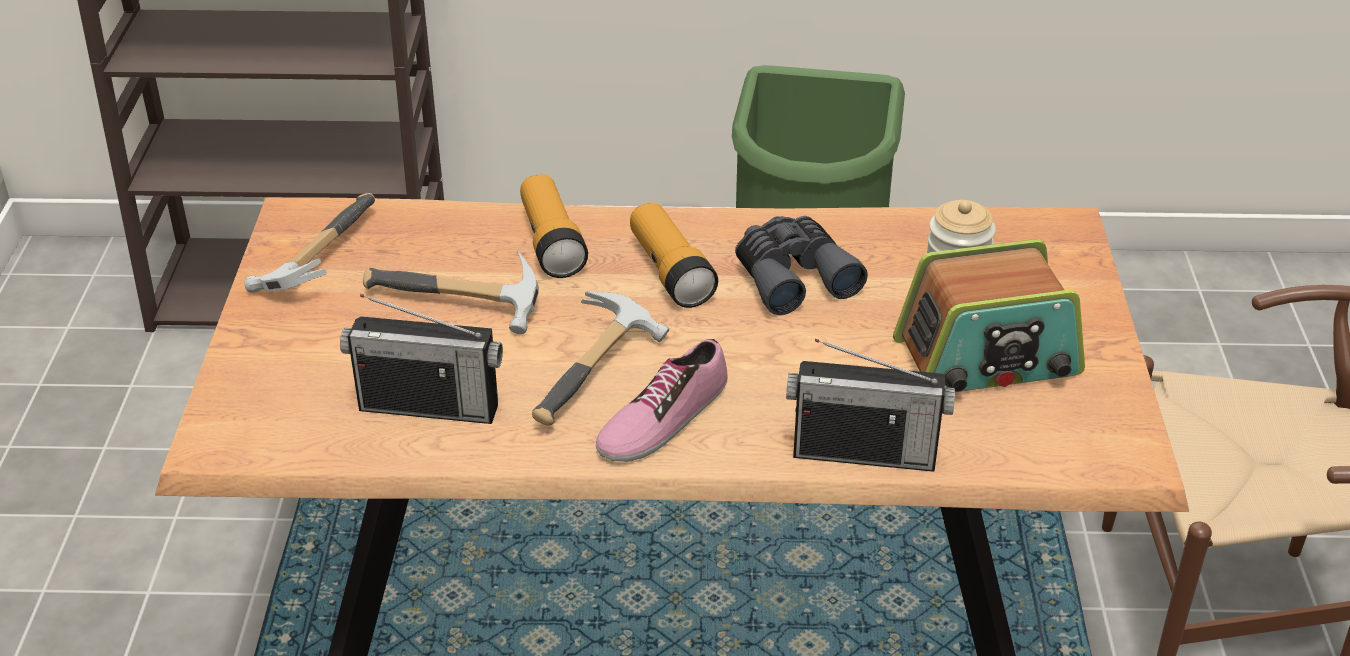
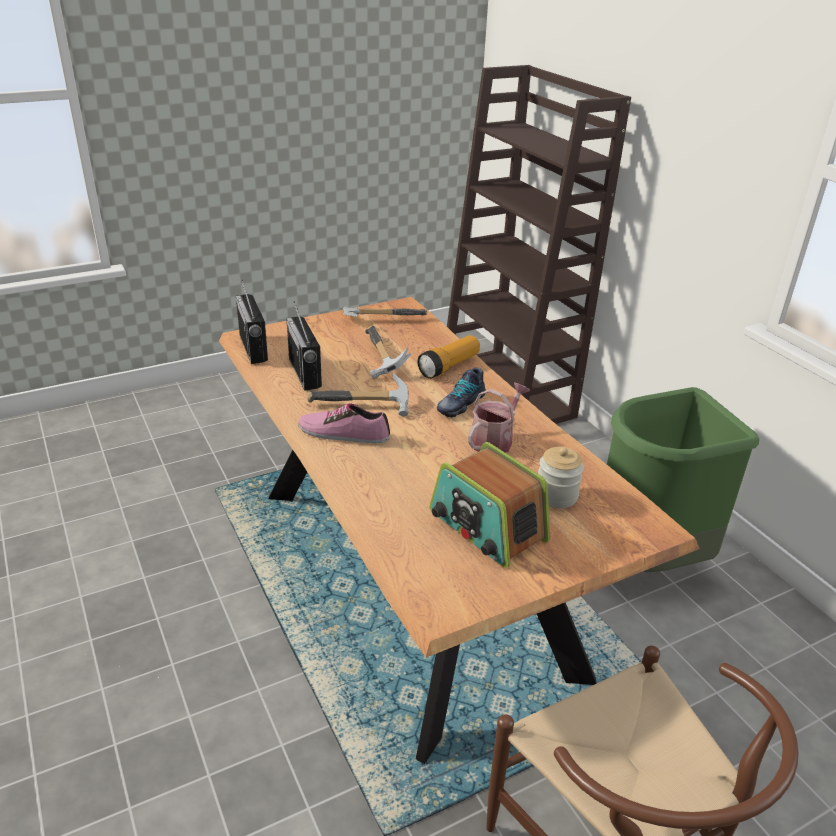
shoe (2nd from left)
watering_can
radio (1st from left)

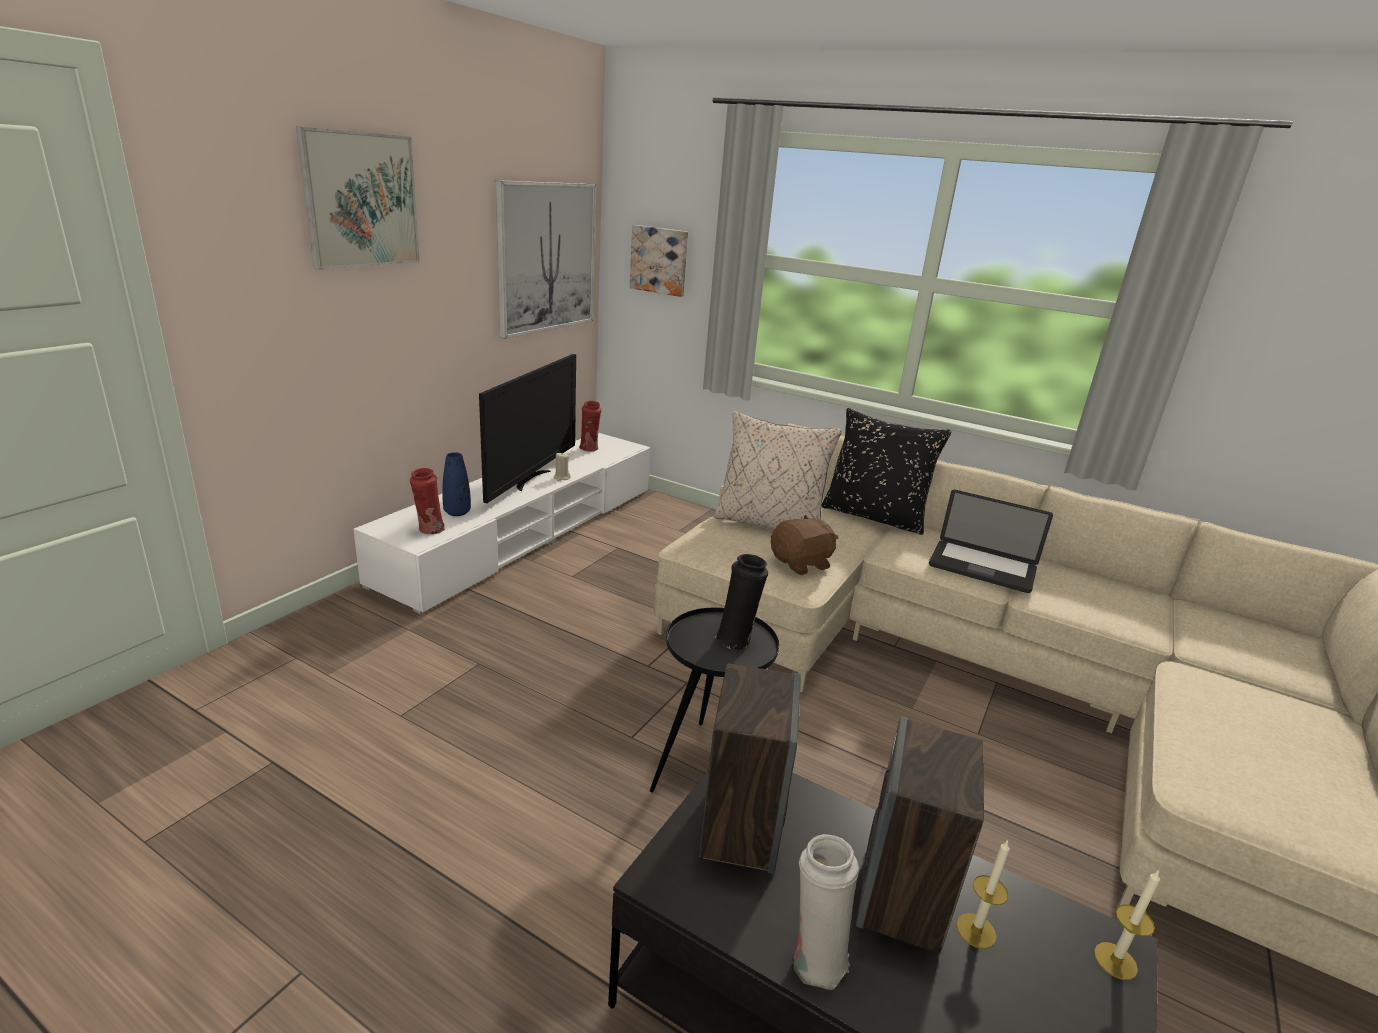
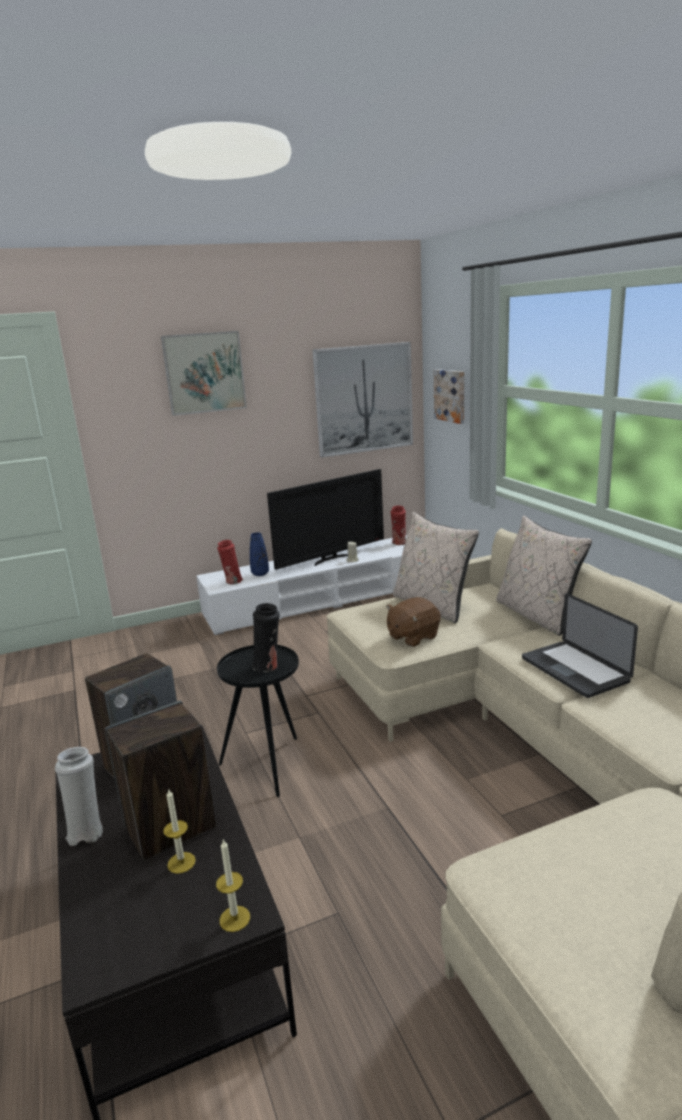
brown_plush_toy
beige_pillow (2nd from left)

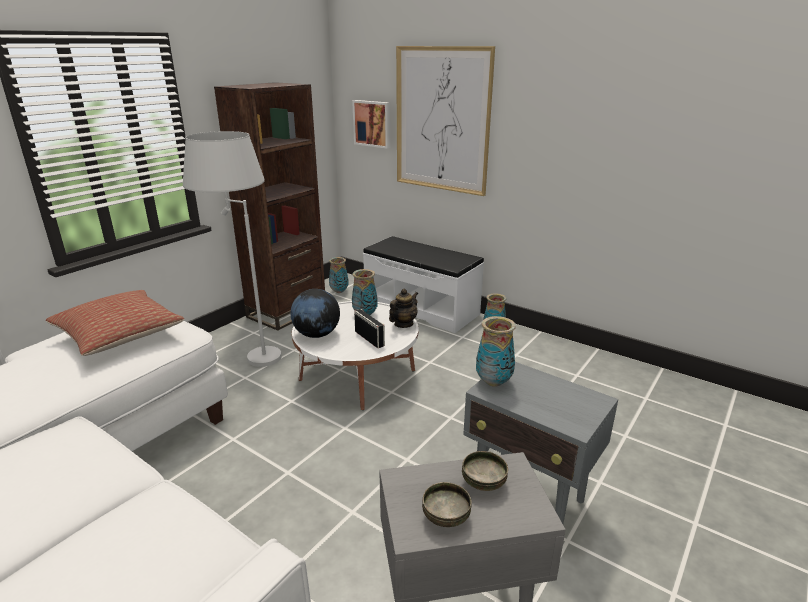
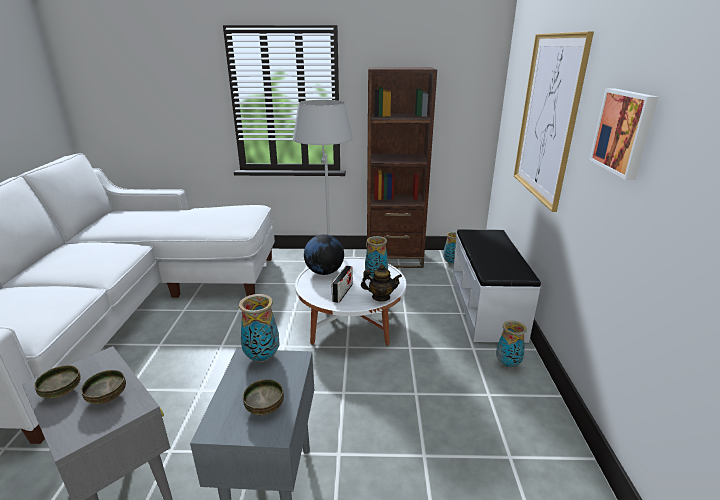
pillow
picture (2nd from left)
bowl (3rd from left)

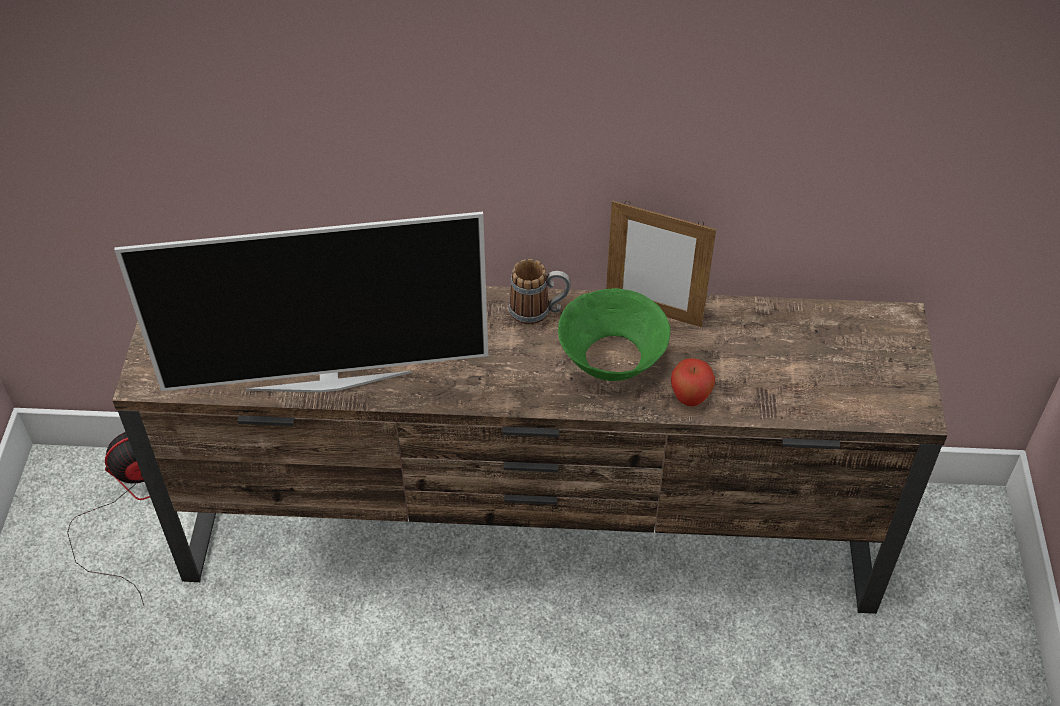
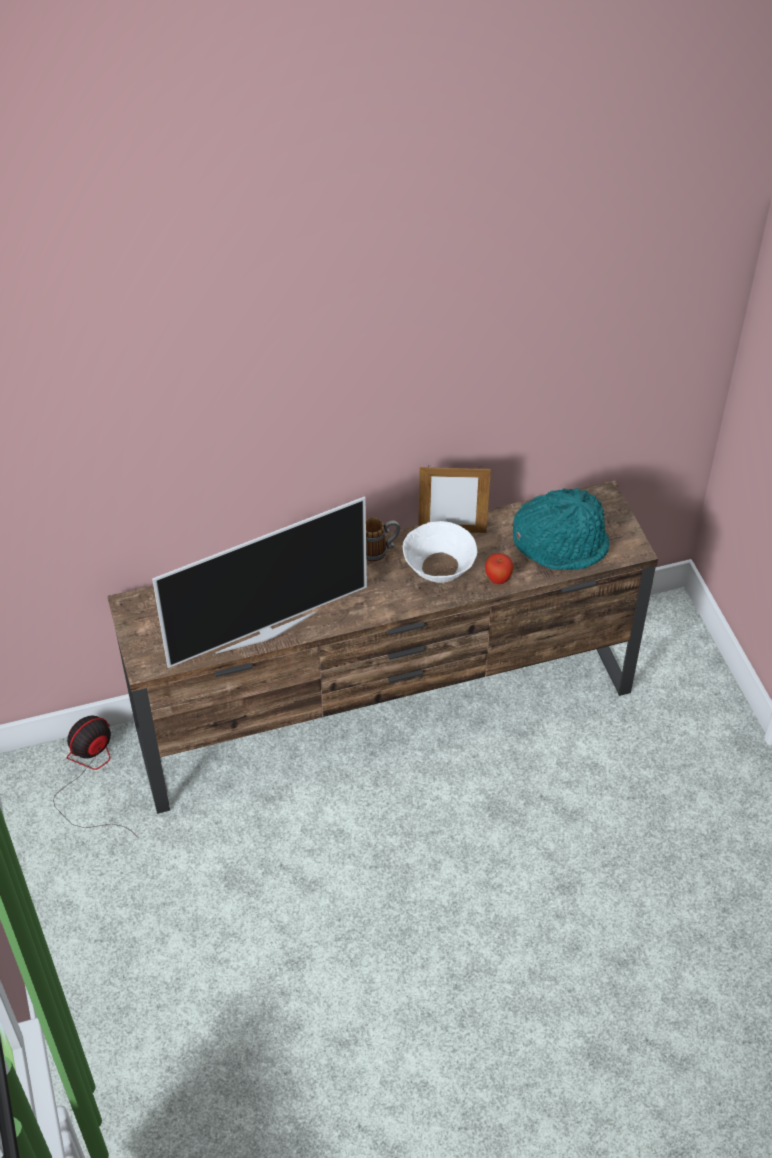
white_bowl
turquoise_hat

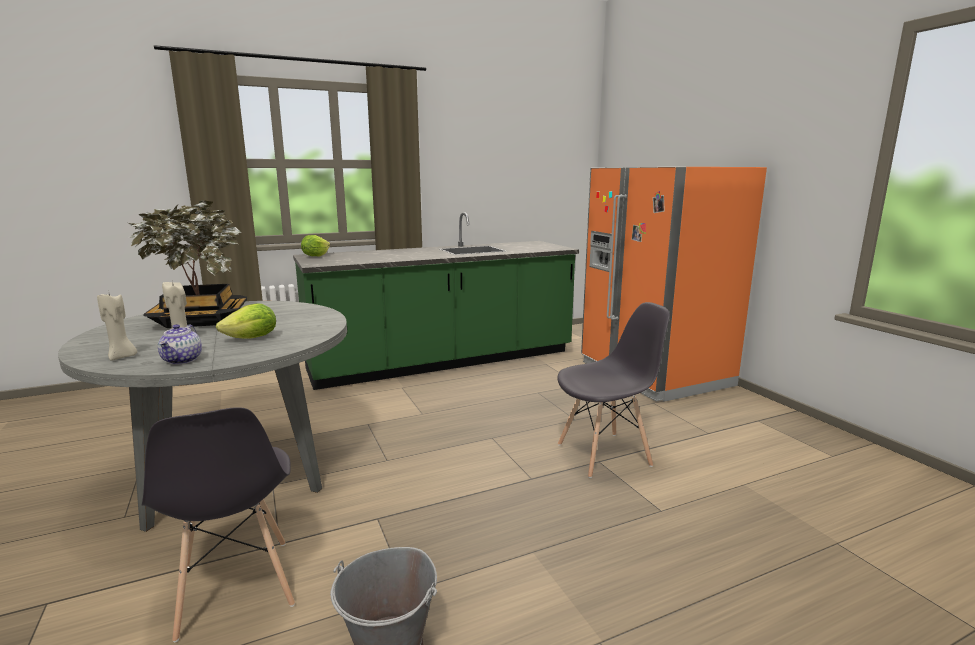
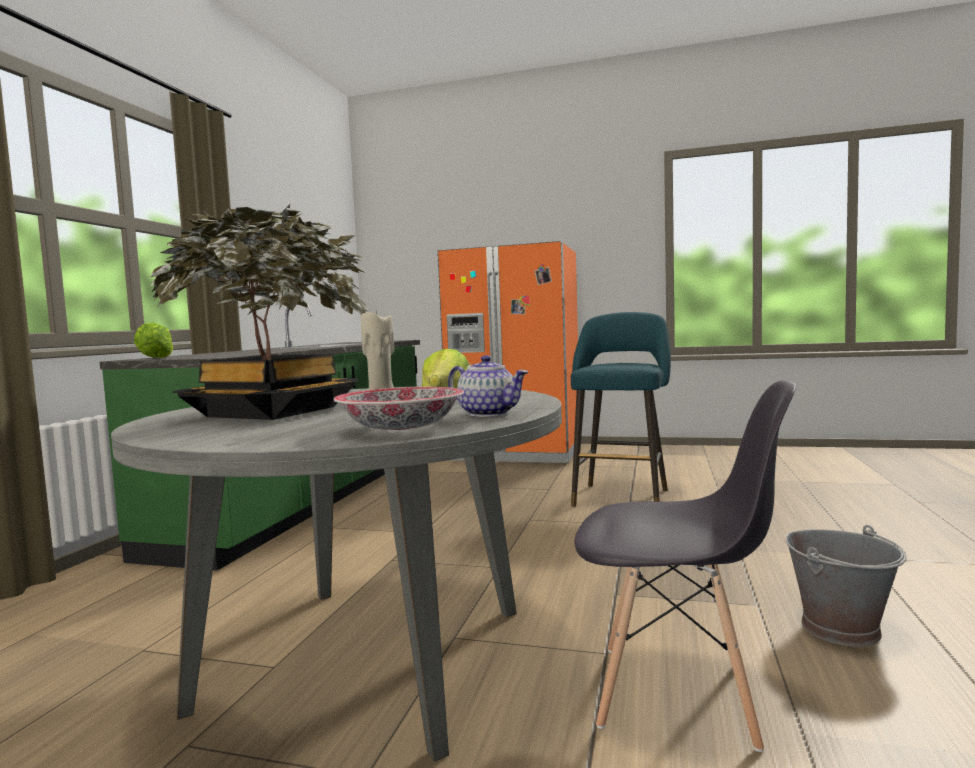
bowl
turquoise_stool

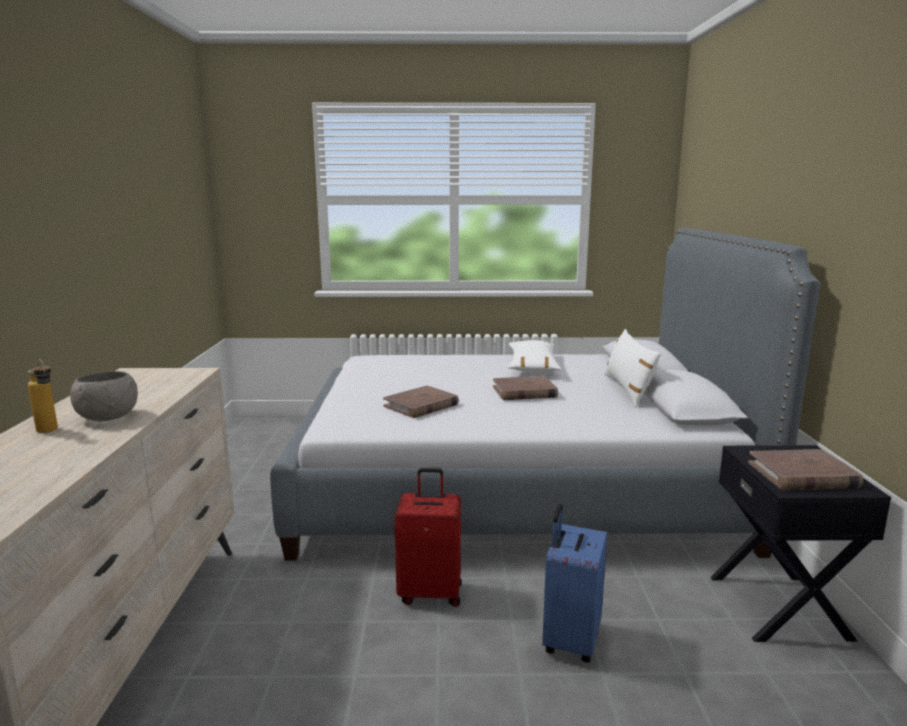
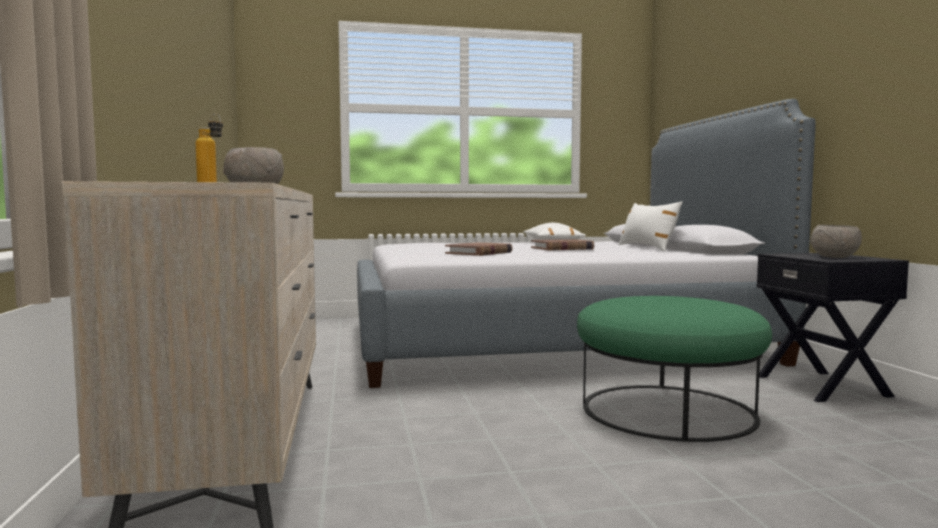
red_suitcase
green_ottoman
grey_bowl (2nd from left)

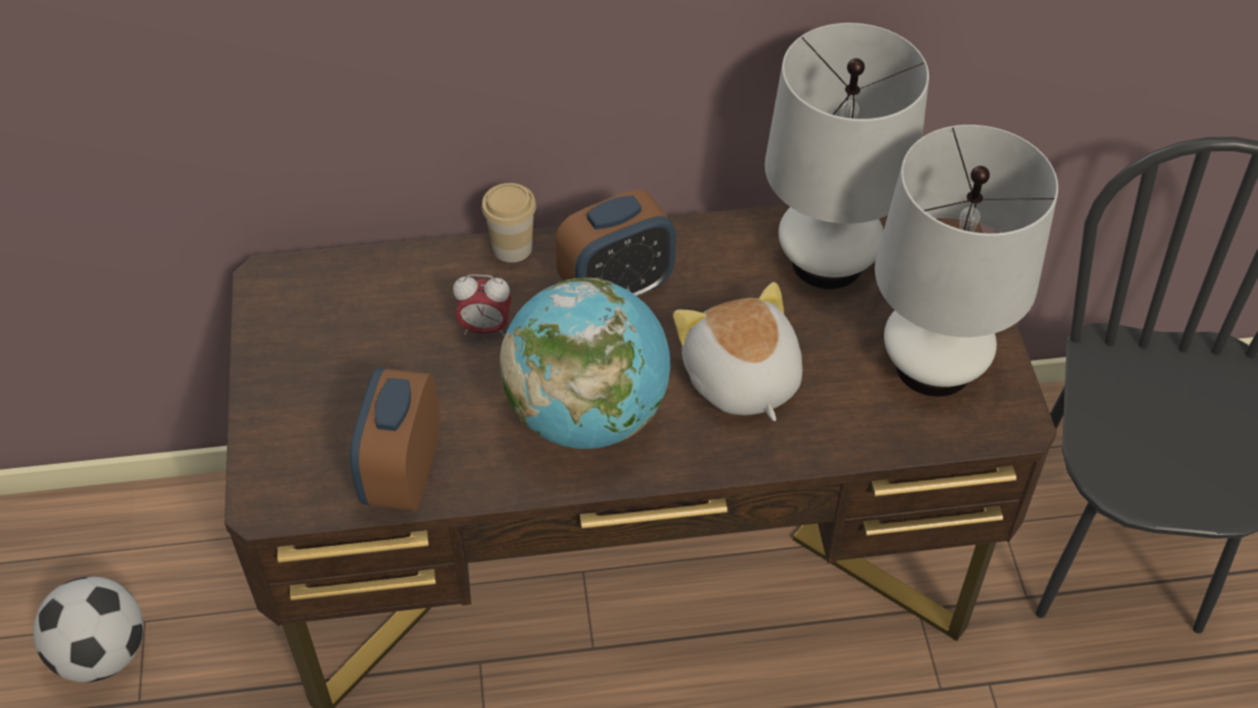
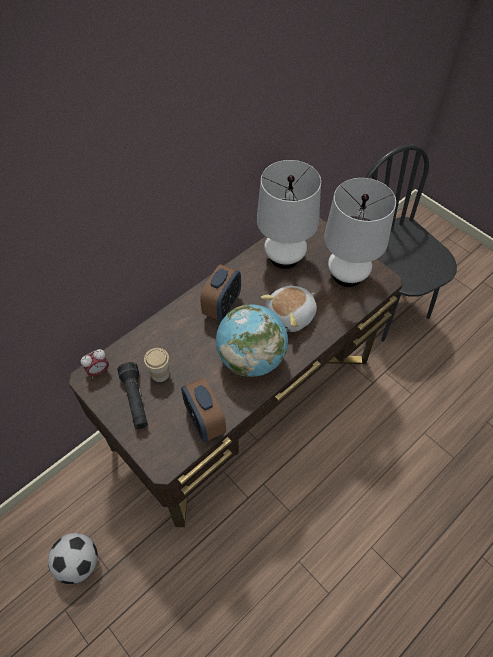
alarm_clock (1st from left)
cup
plush_toy
black_flashlight

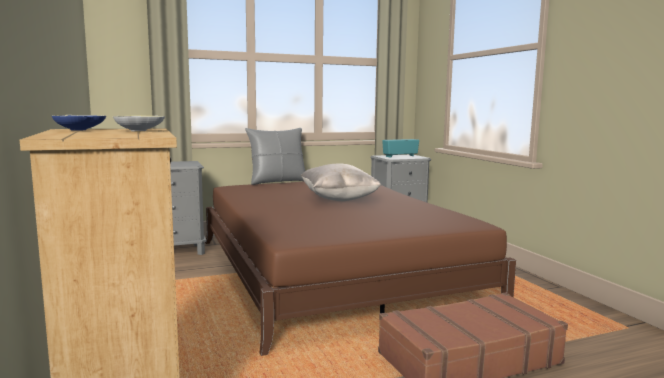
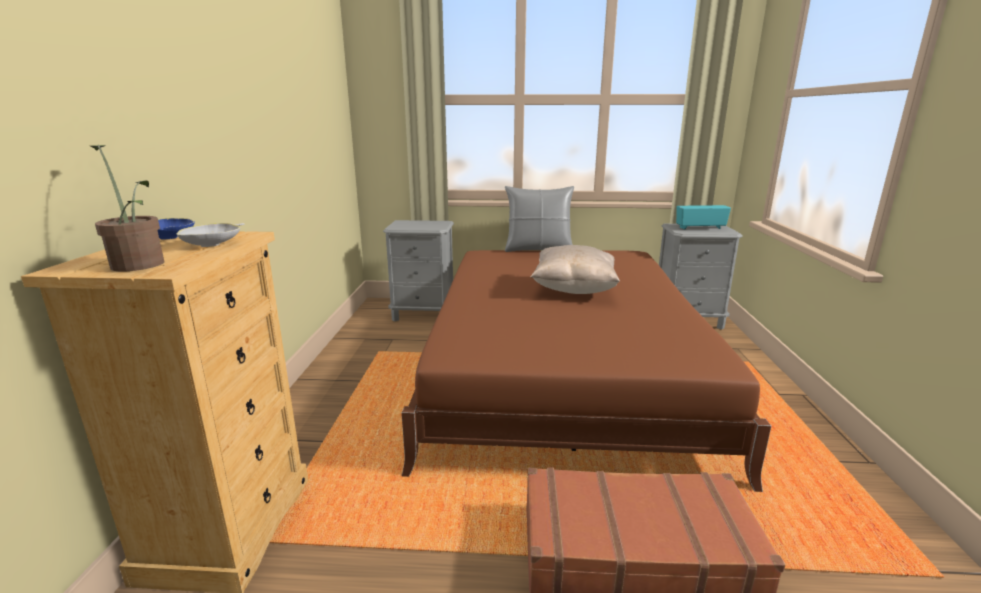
potted_plant

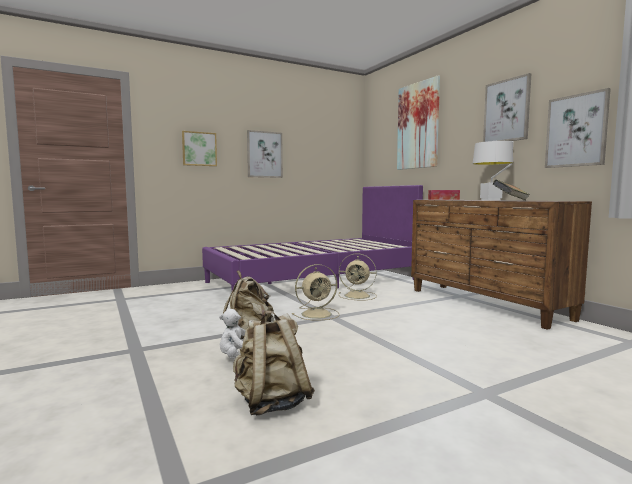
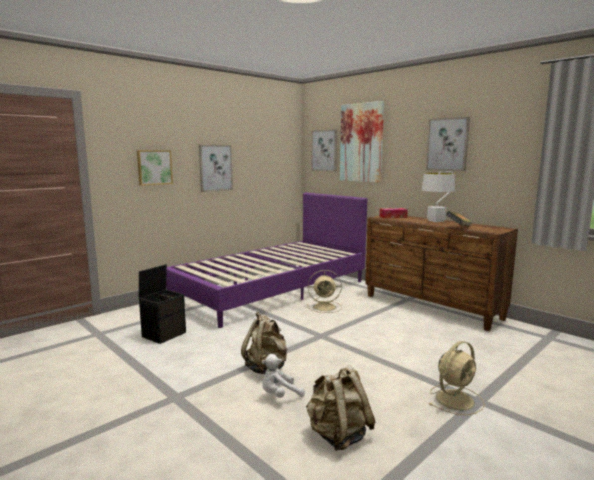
beige_fan (2nd from left)
picture (3rd from left)
black_storage_box

